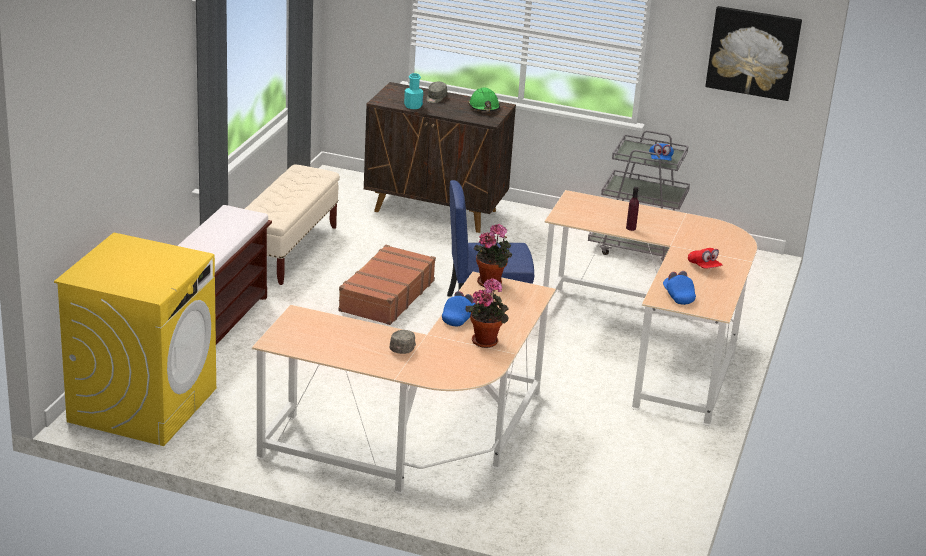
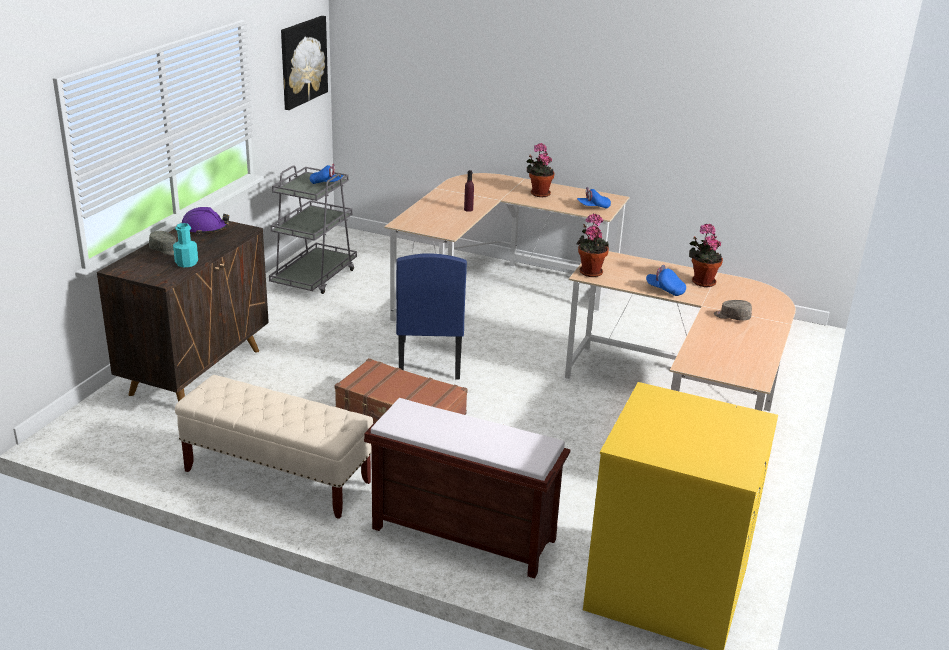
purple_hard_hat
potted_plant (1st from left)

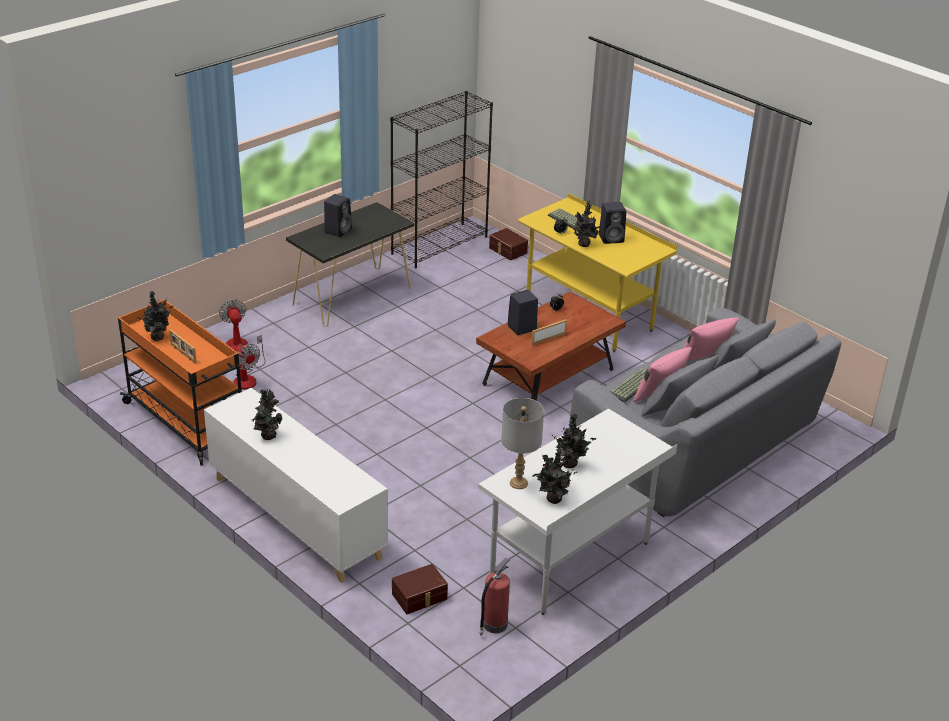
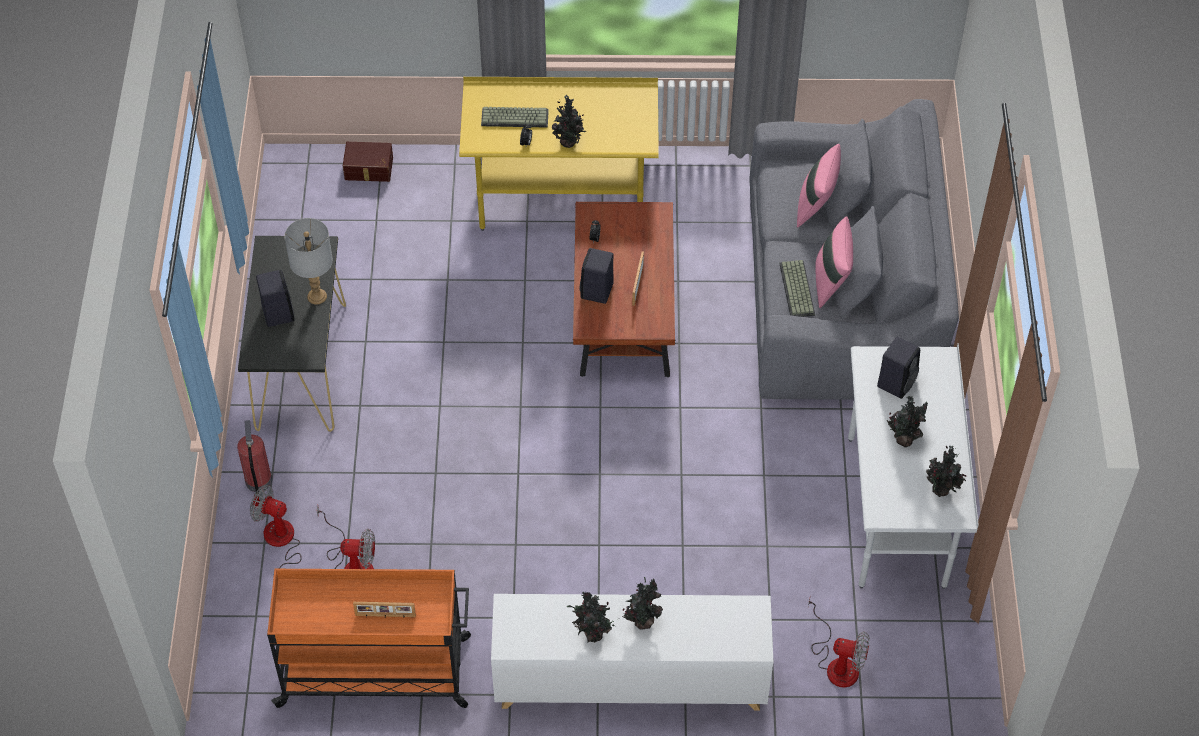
potted_plant (3rd from left)
black_bookcase
fan (3rd from left)
fire_extinguisher
grey_table_lamp
black_speaker (3rd from left)

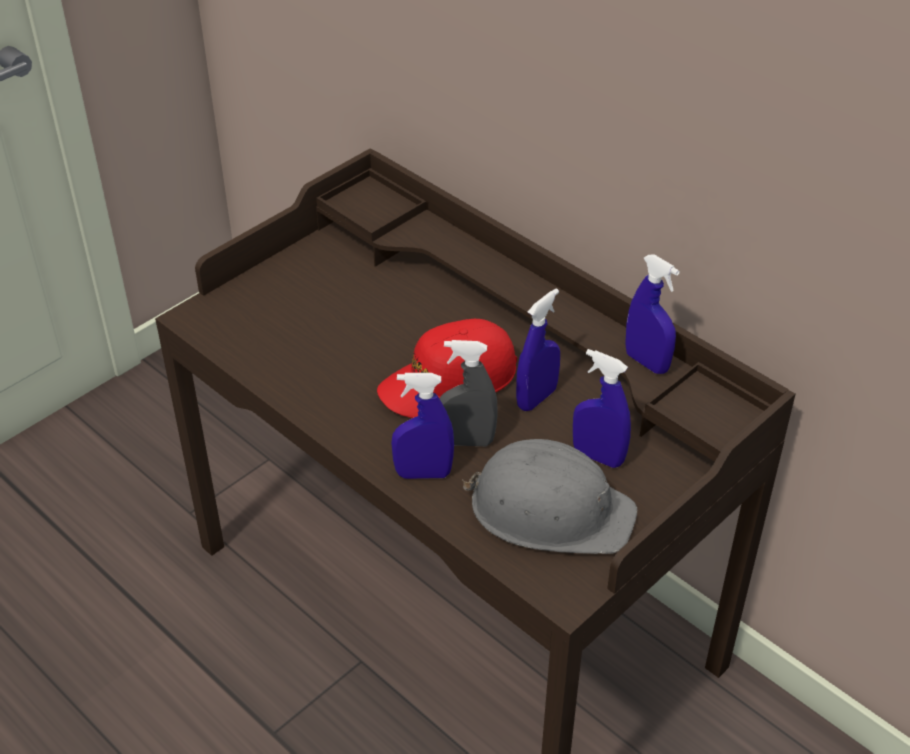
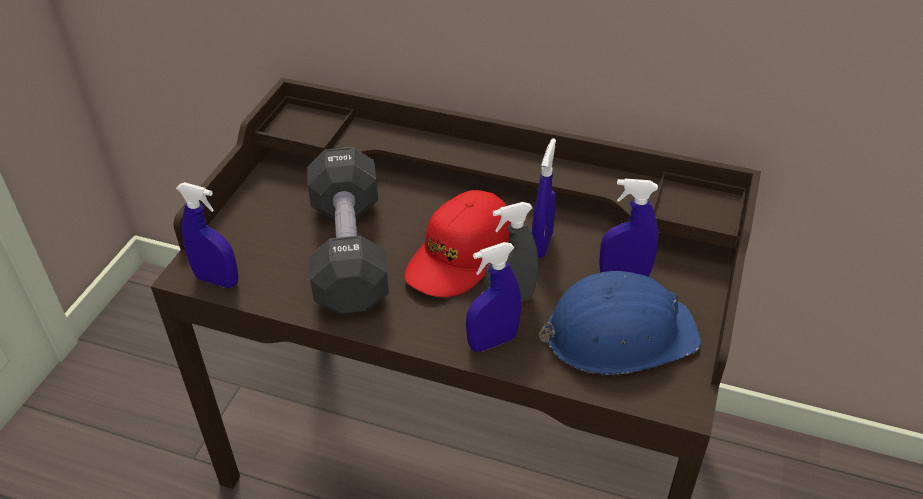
blue_hard_hat
blue_spray_bottle (1st from left)
black_dumbbell

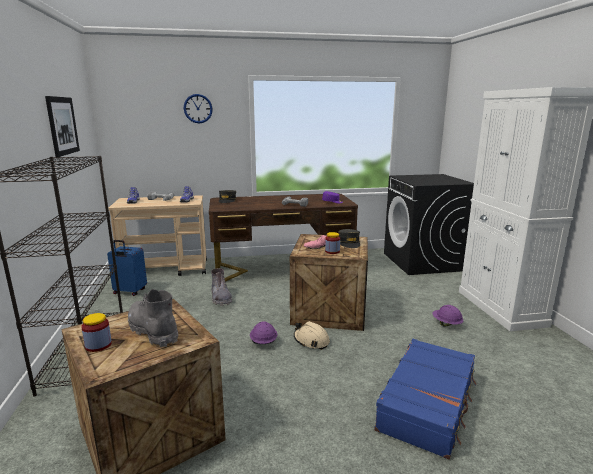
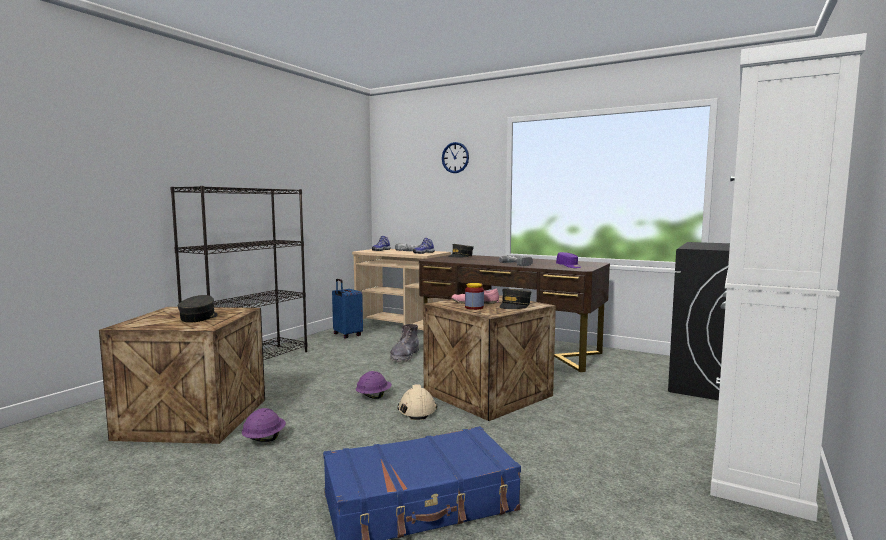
picture
jar (1st from left in the first image)
grey_cap (1st from left)
purple_hard_hat (1st from left)

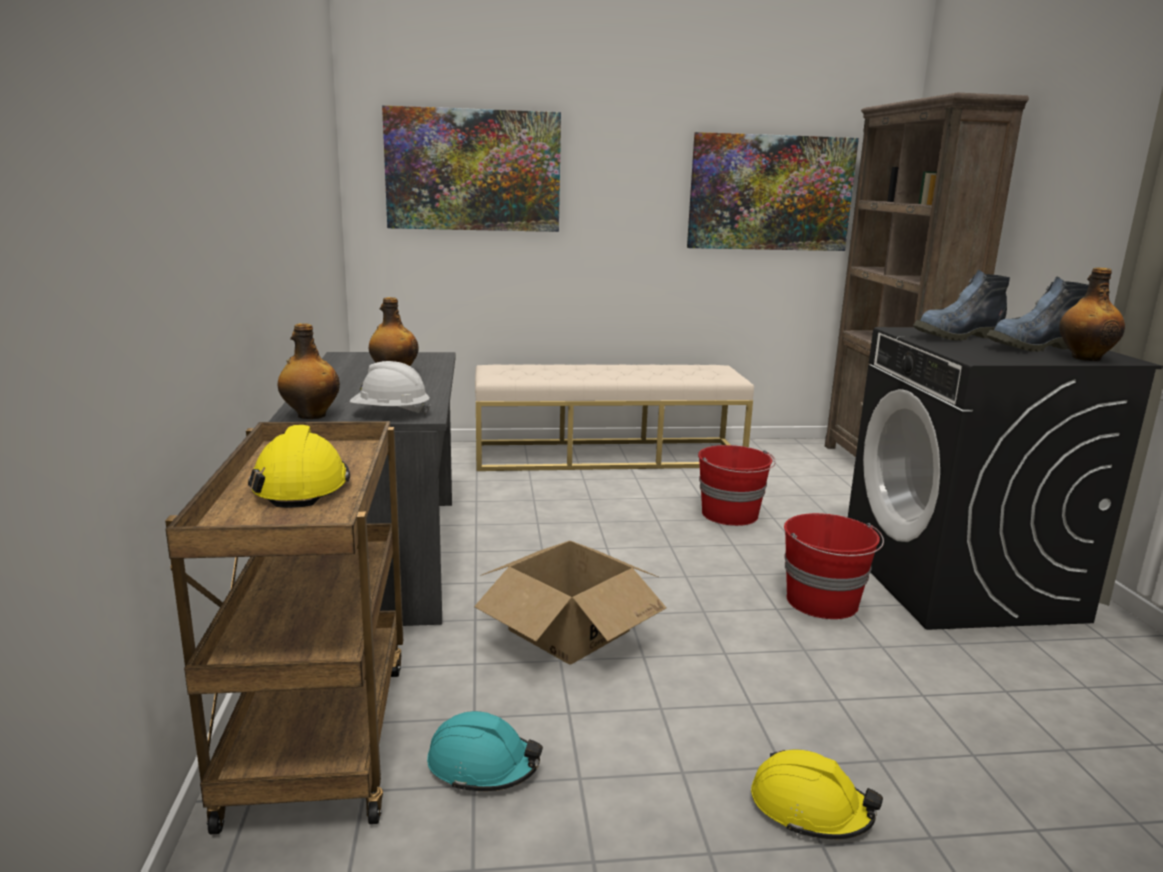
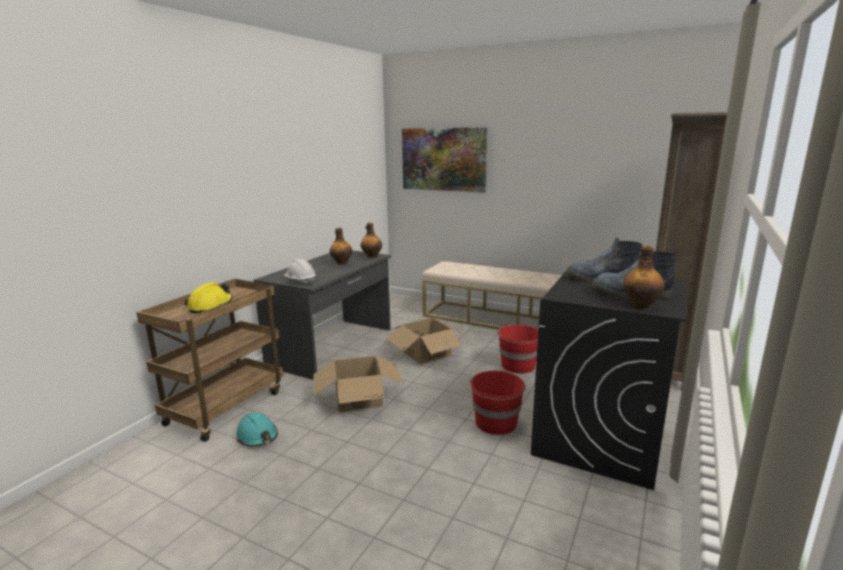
bottle (2nd from left)
picture (2nd from left in the first image)
yellow_hard_hat (2nd from left in the first image)
cardboard_box (2nd from left)

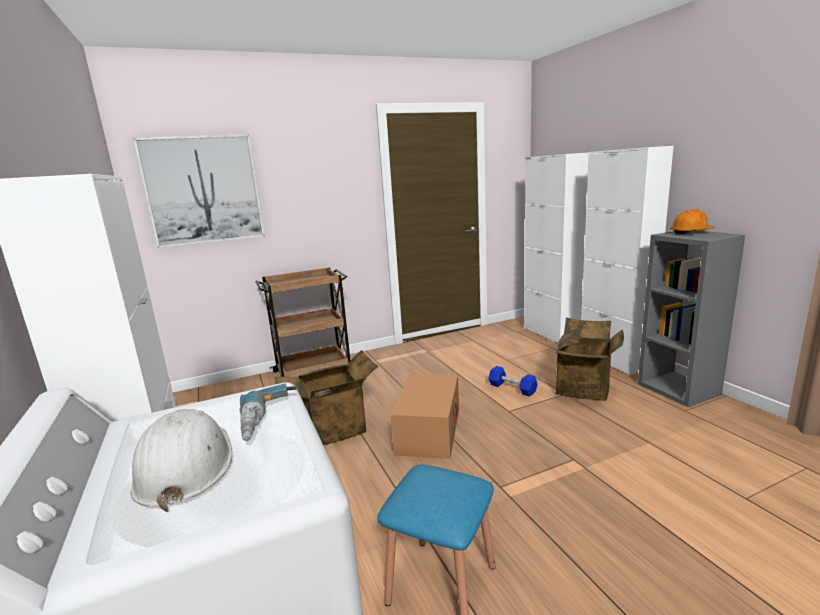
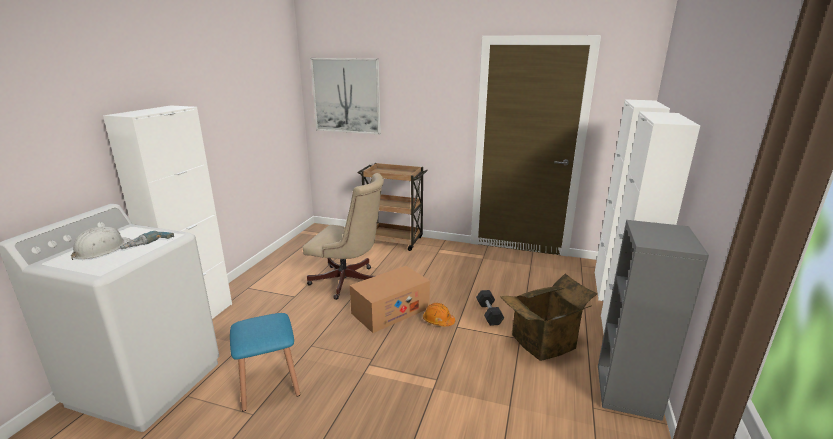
beige_office_chair
black_dumbbell
orange_hard_hat

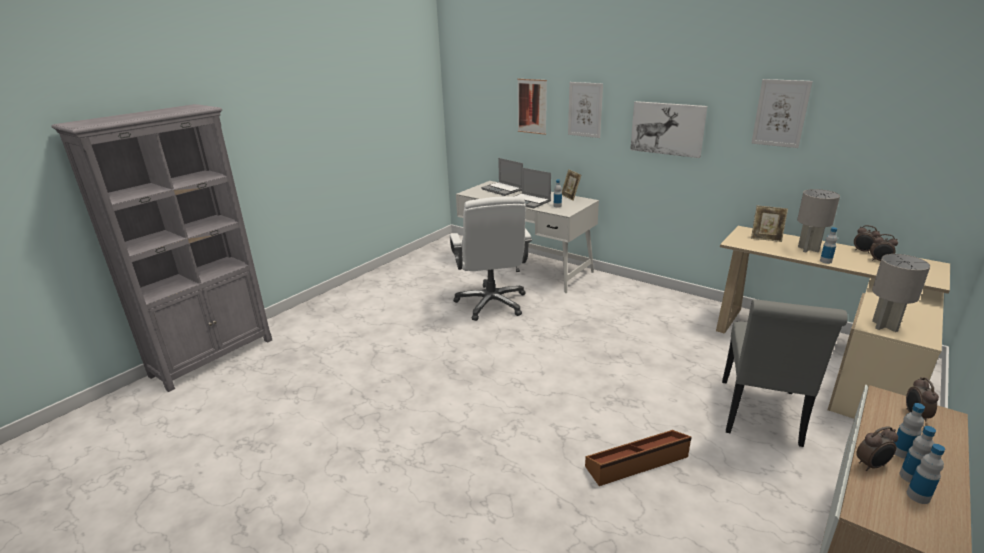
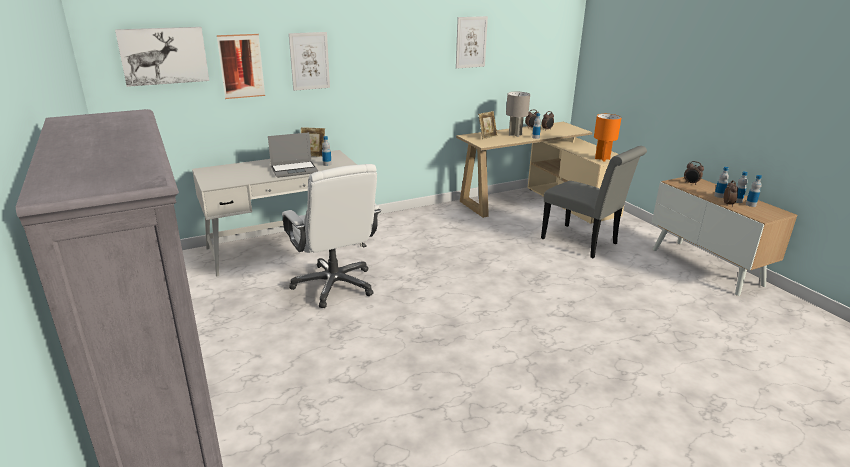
white_office_chair
laptop (1st from left in the first image)
brown_storage_box
picture (1st from left)
orange_table_lamp

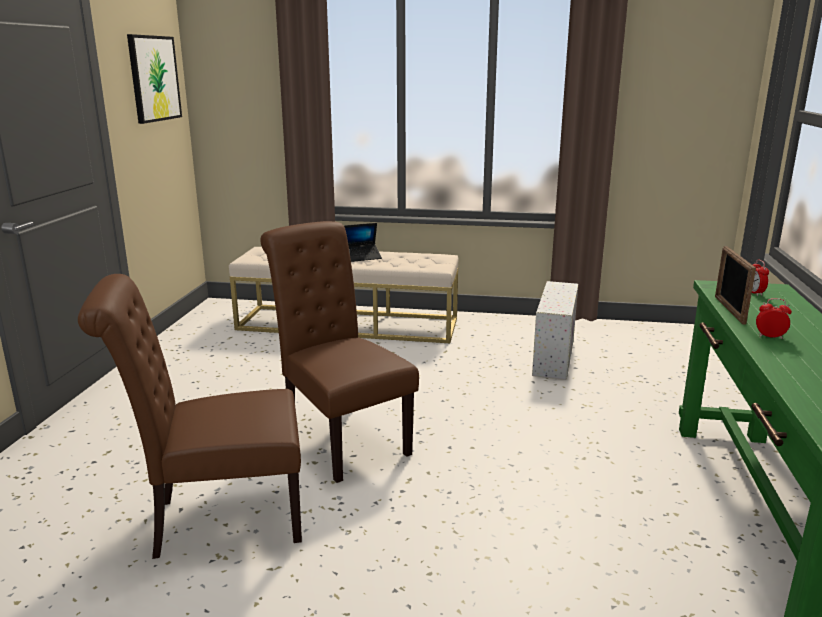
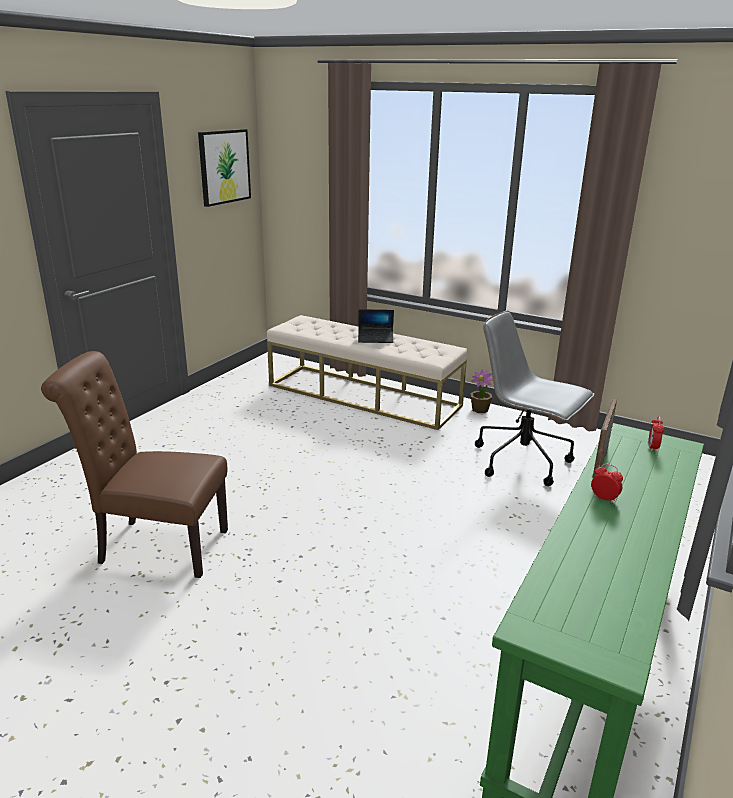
brown_chair (2nd from left in the first image)
grey_office_chair
potted_plant

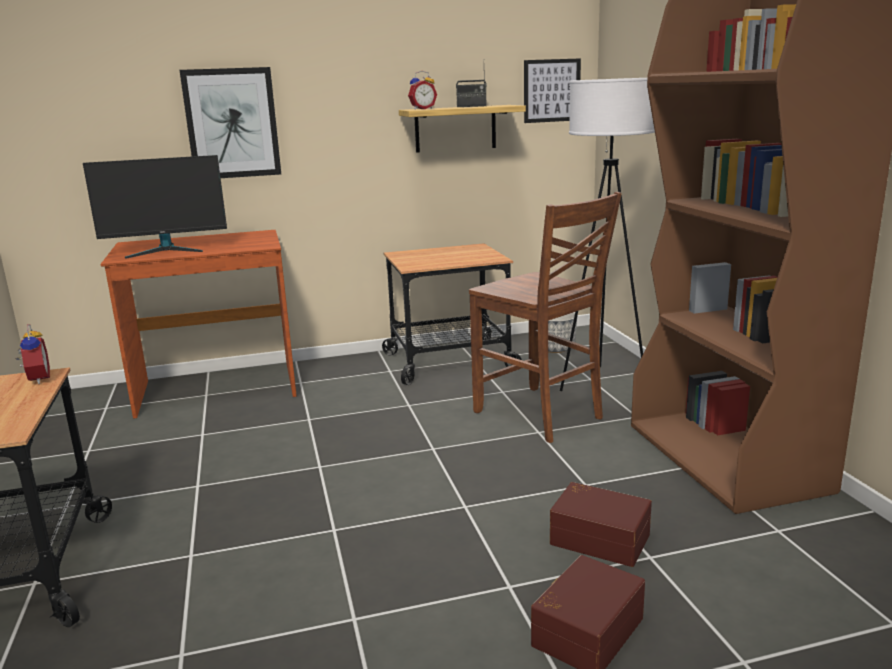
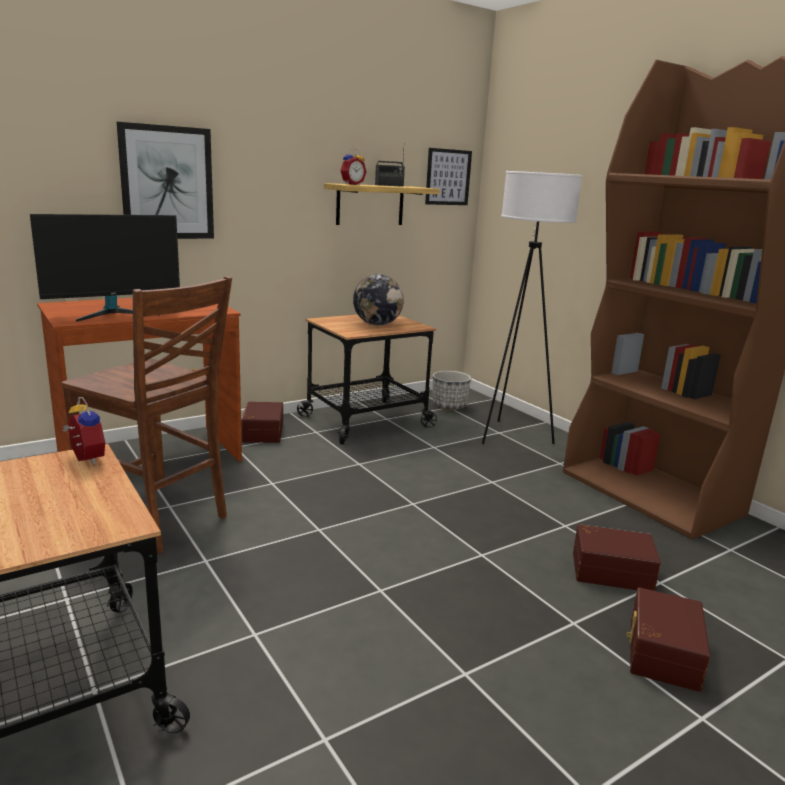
brown_chair
brown_storage_box (1st from left)
globe

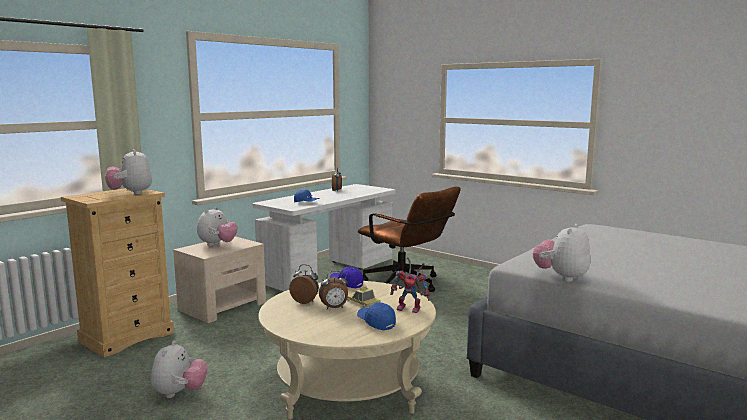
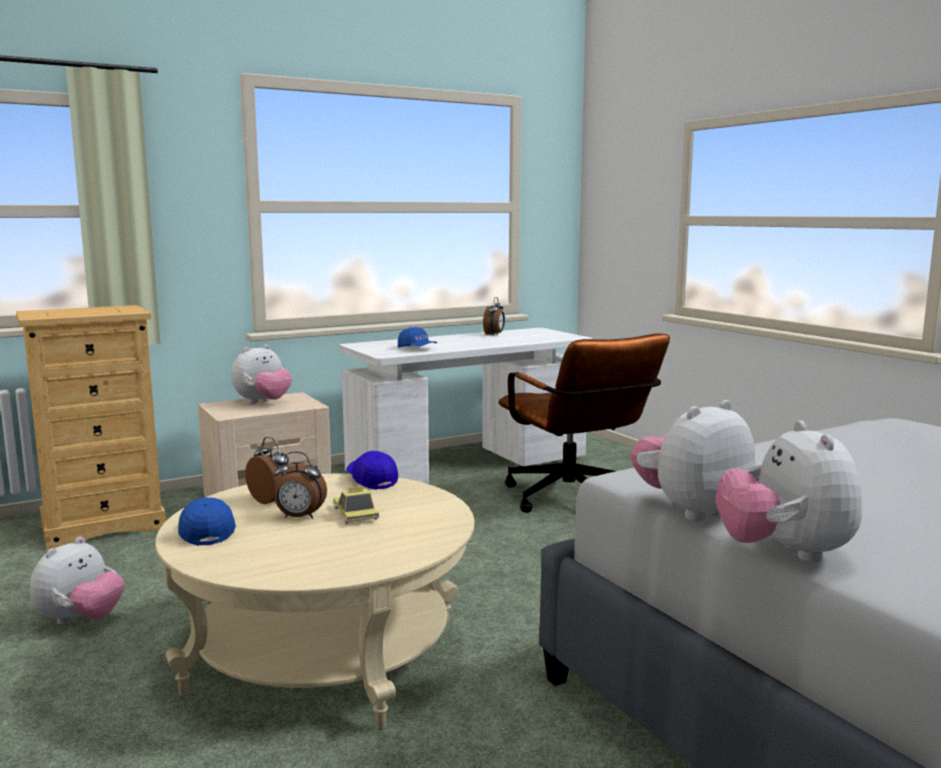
plush_toy (4th from left)
blue_cap (1st from left)
toy_robot

